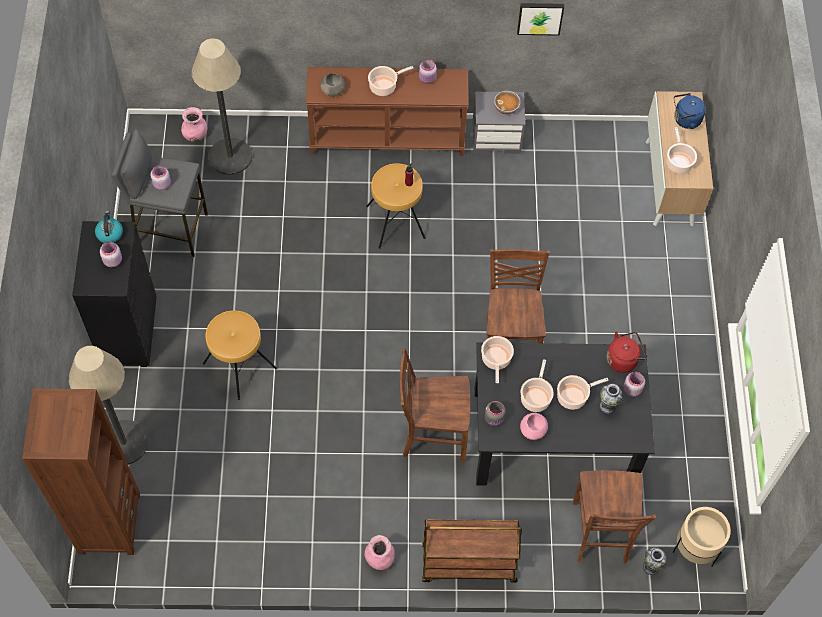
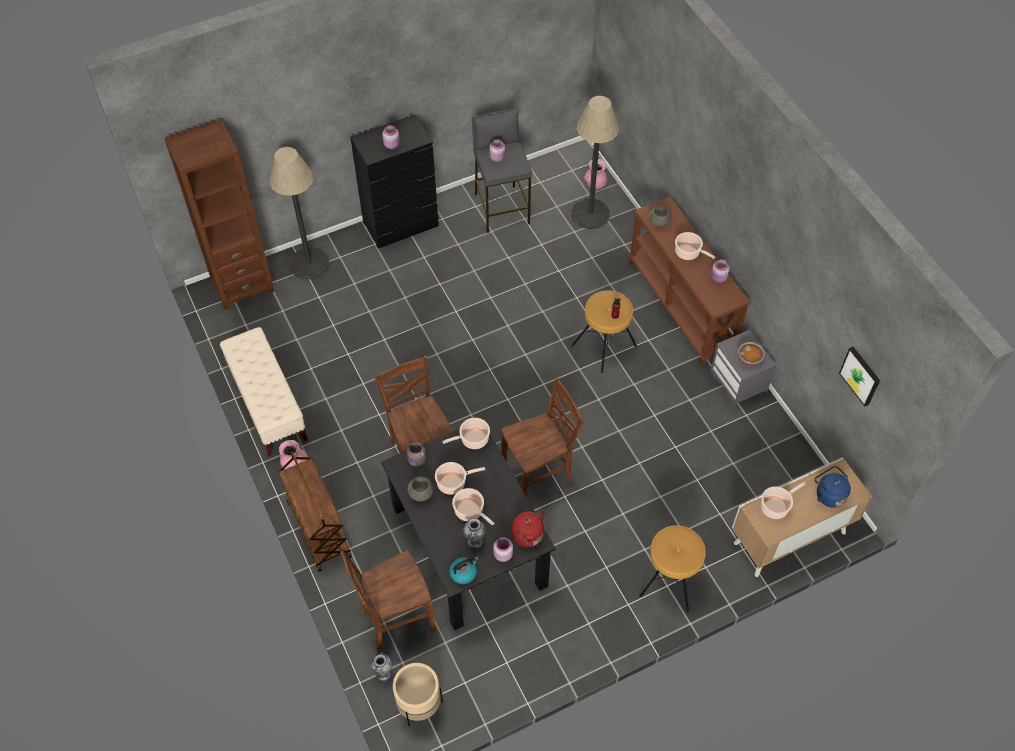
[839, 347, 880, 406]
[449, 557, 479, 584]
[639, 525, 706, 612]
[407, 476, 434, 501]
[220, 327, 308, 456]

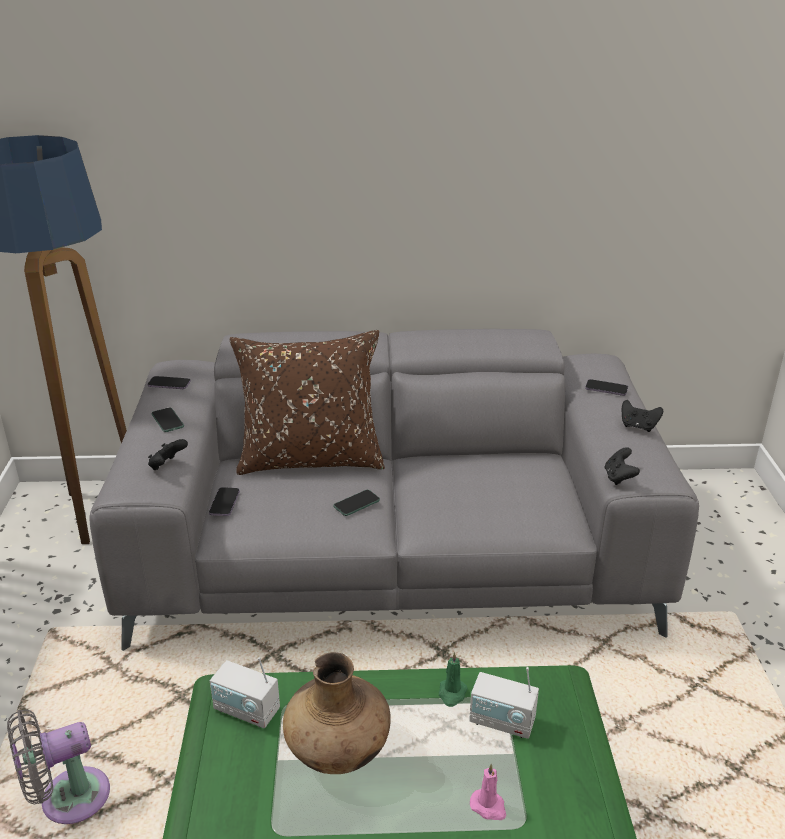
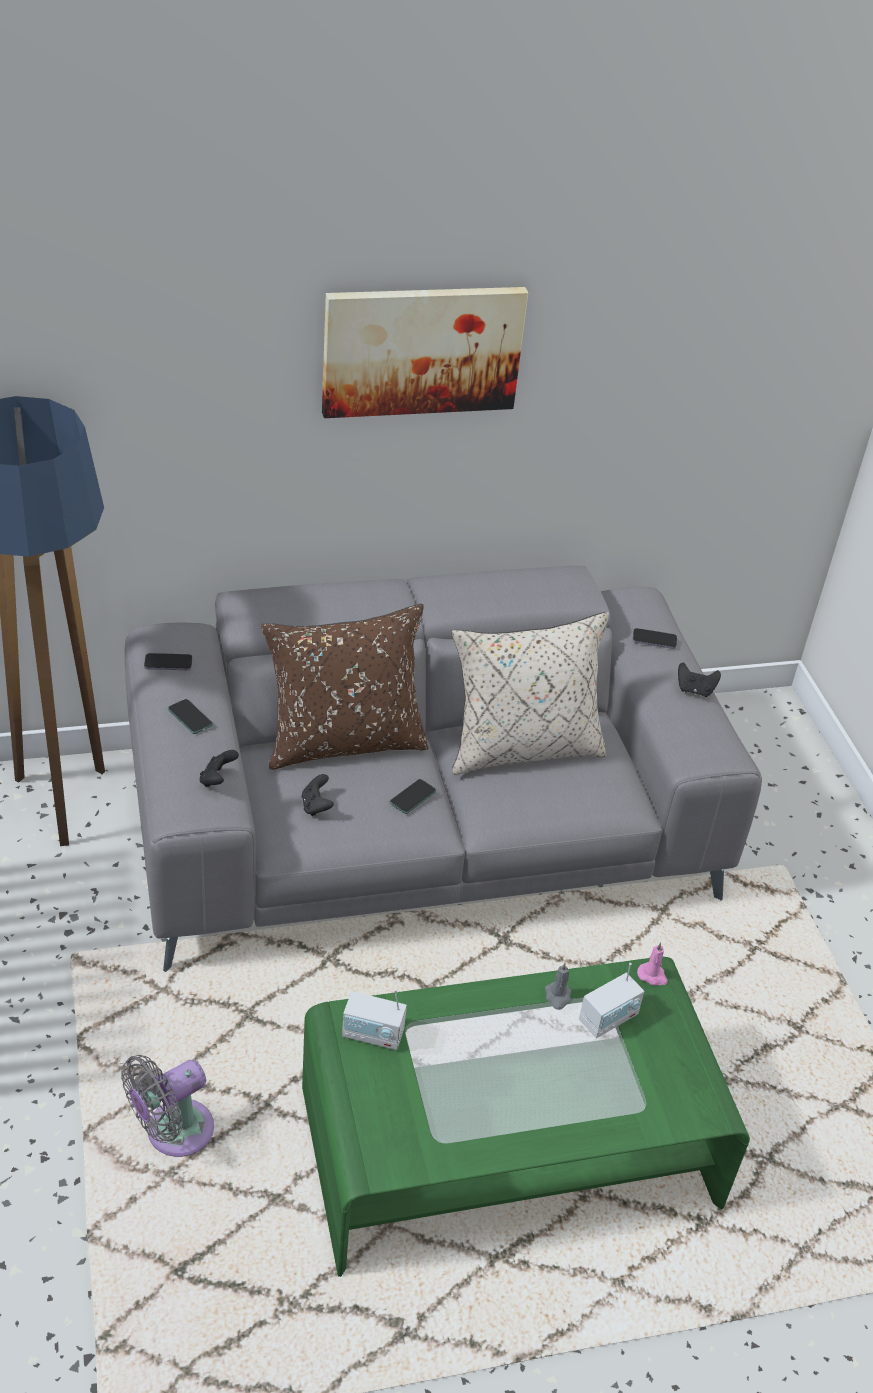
[302, 774, 334, 816]
[209, 487, 240, 516] (first image)
[283, 652, 391, 774] (first image)
[545, 963, 571, 1010]
[579, 963, 644, 1038]
[637, 942, 668, 985]
[322, 287, 528, 418]
[452, 612, 609, 775]

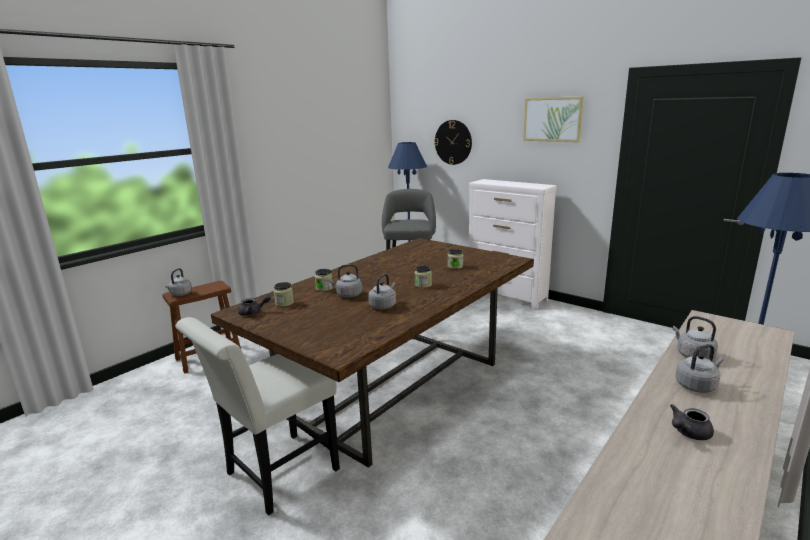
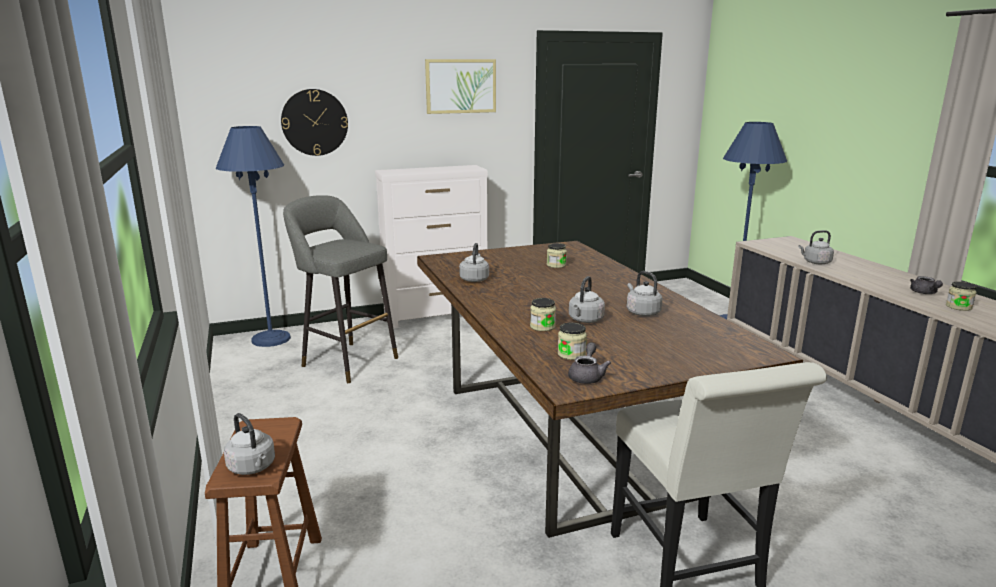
[946, 281, 976, 311]
[459, 243, 489, 282]

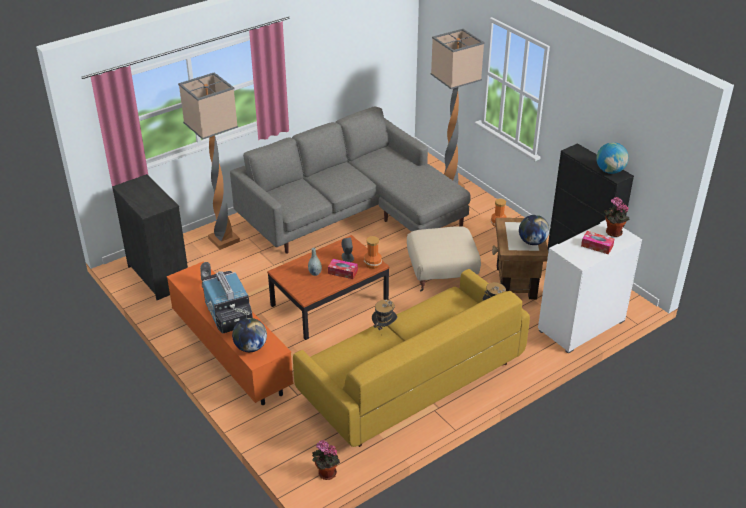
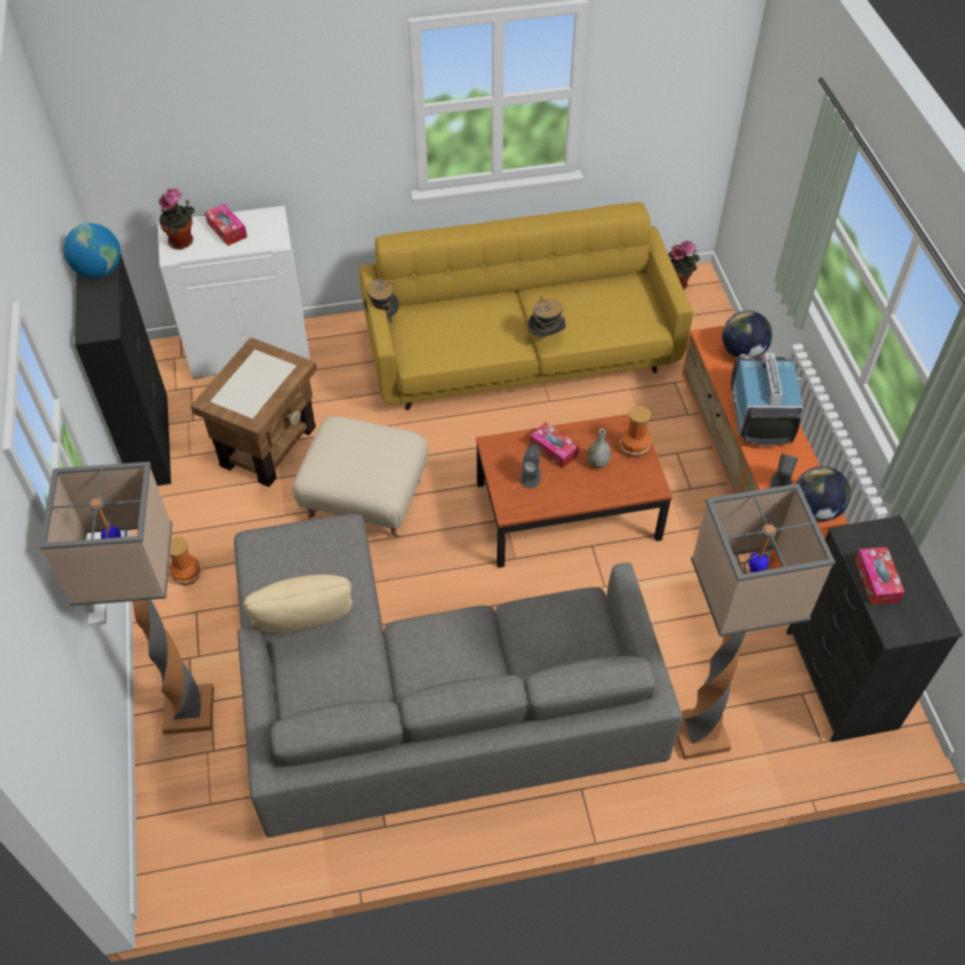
[796, 466, 851, 521]
[620, 406, 651, 457]
[855, 547, 905, 605]
[243, 574, 353, 633]

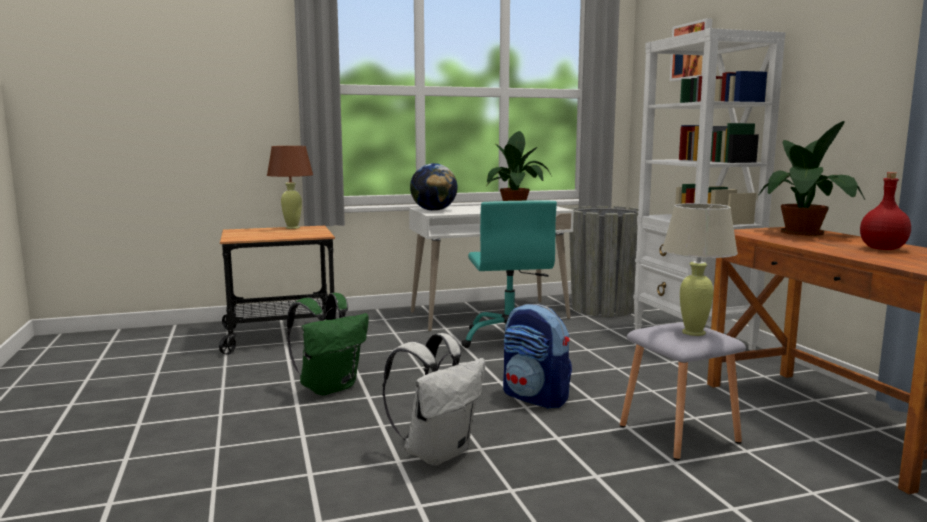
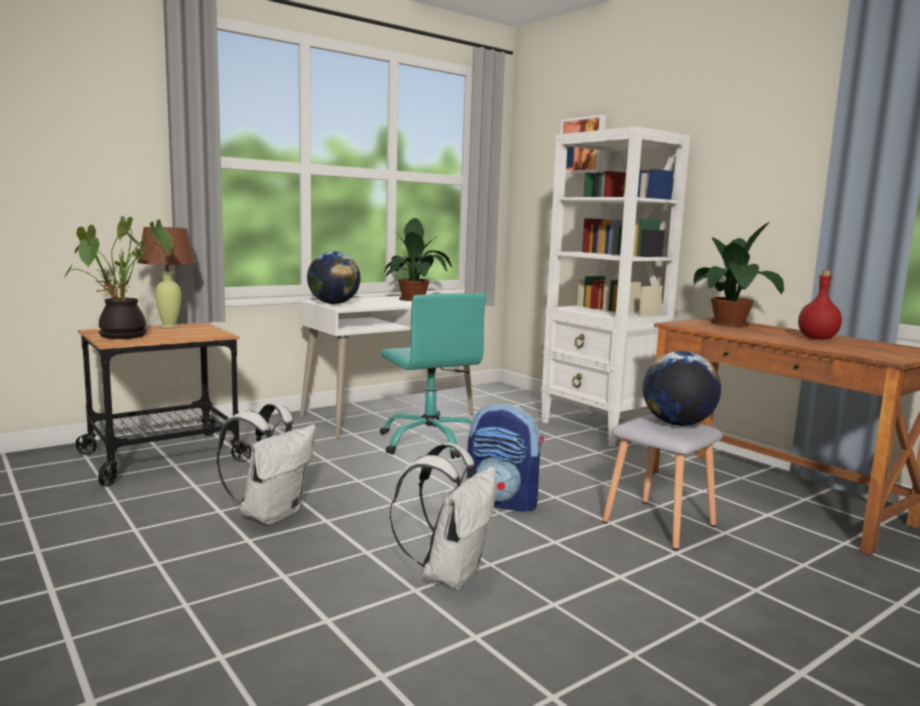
[643, 351, 721, 426]
[569, 206, 638, 317] (first image)
[217, 403, 316, 525]
[65, 216, 173, 339]

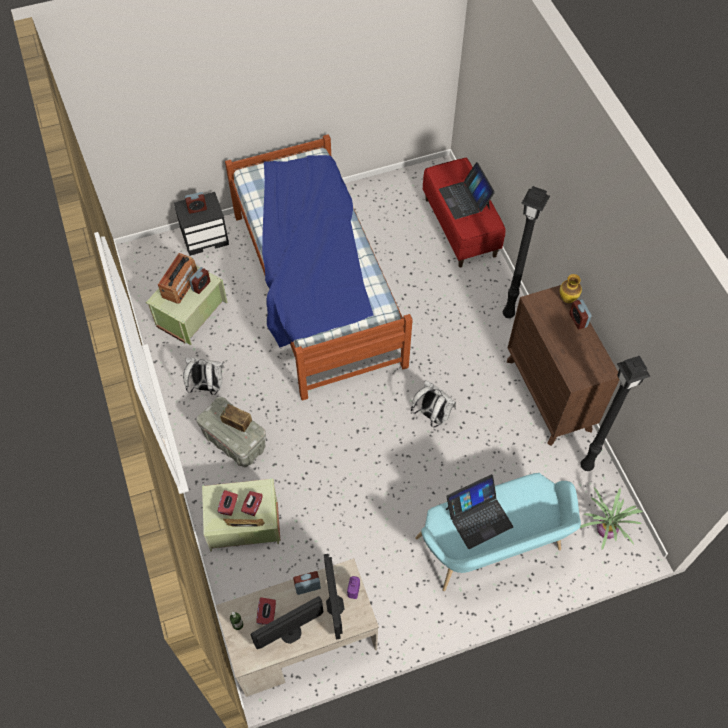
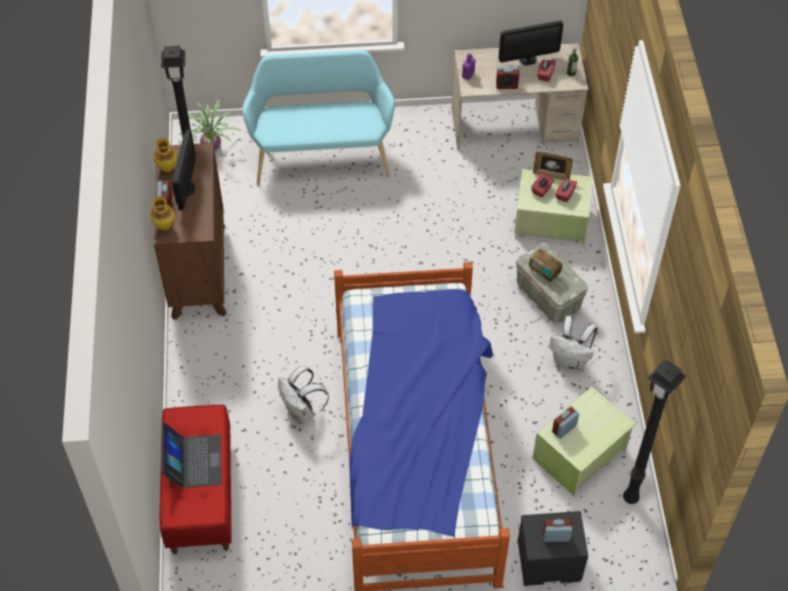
[623, 359, 686, 504]
[158, 253, 197, 304] (first image)
[278, 366, 329, 424]
[446, 474, 513, 549] (first image)
[172, 130, 196, 210]
[153, 138, 177, 172]

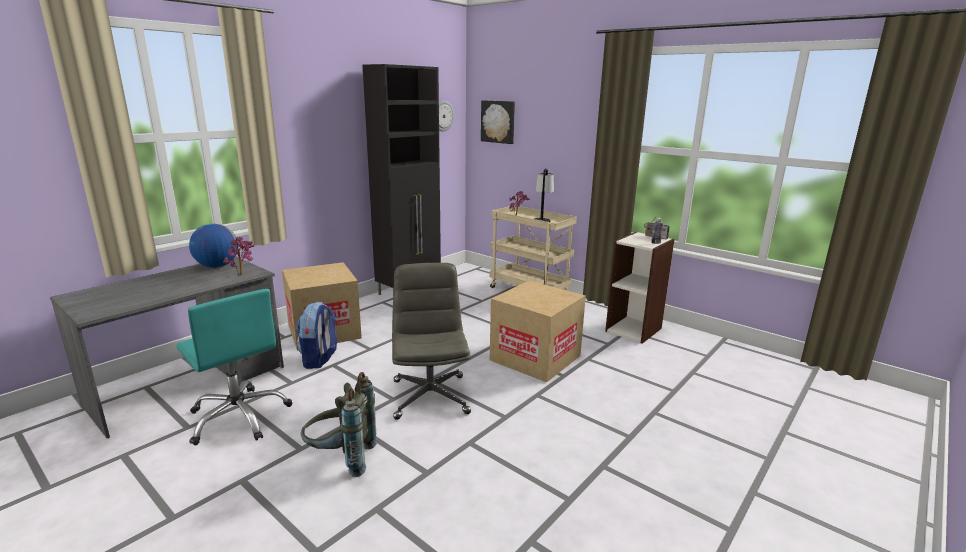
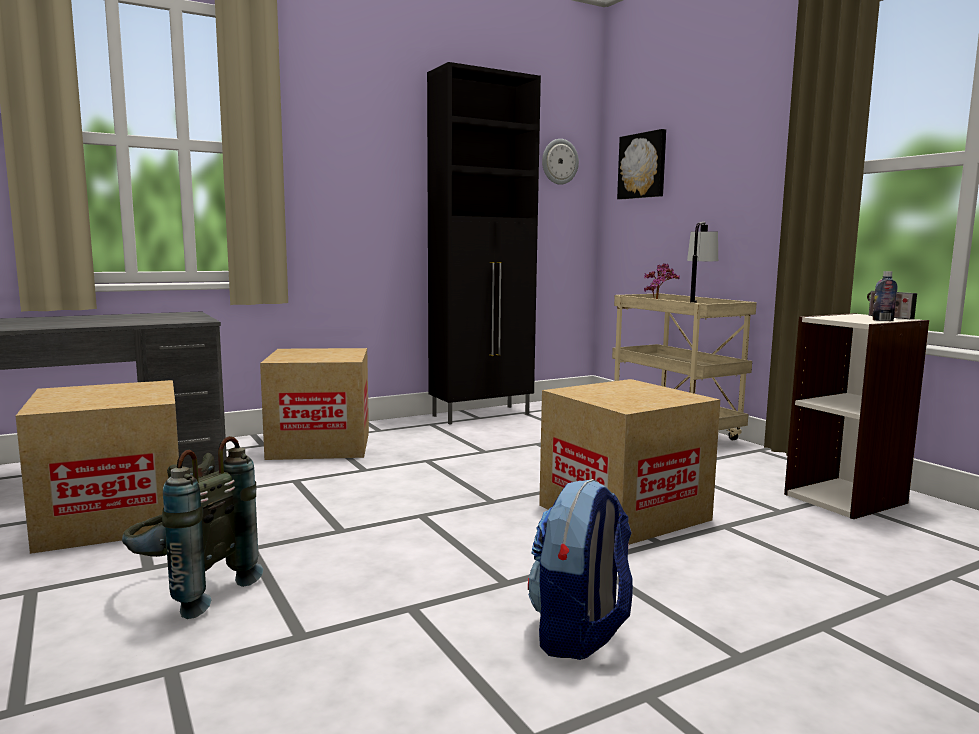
[189, 224, 238, 268] (first image)
[223, 237, 255, 275] (first image)
[392, 263, 471, 420] (first image)
[16, 380, 179, 554]
[528, 479, 633, 660]

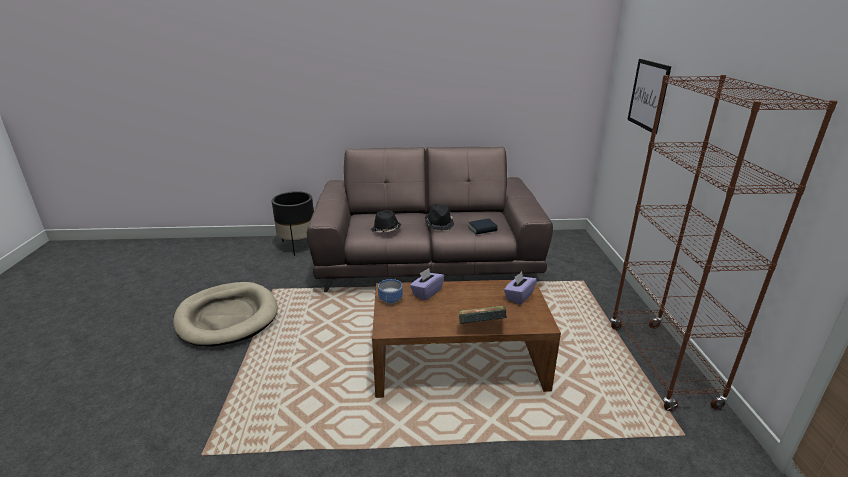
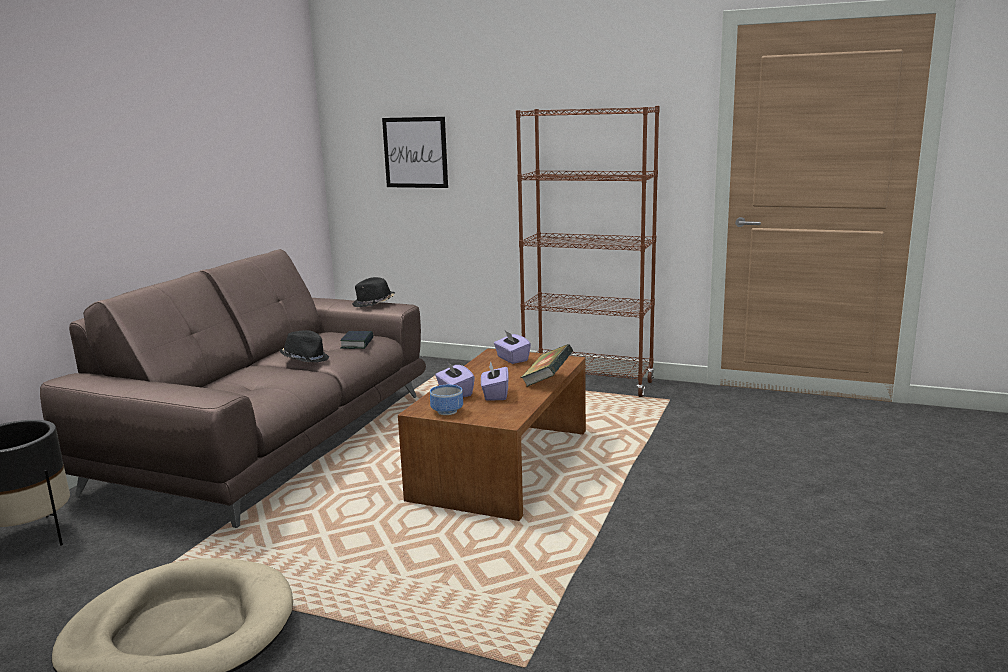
[352, 277, 395, 307]
[481, 361, 509, 401]

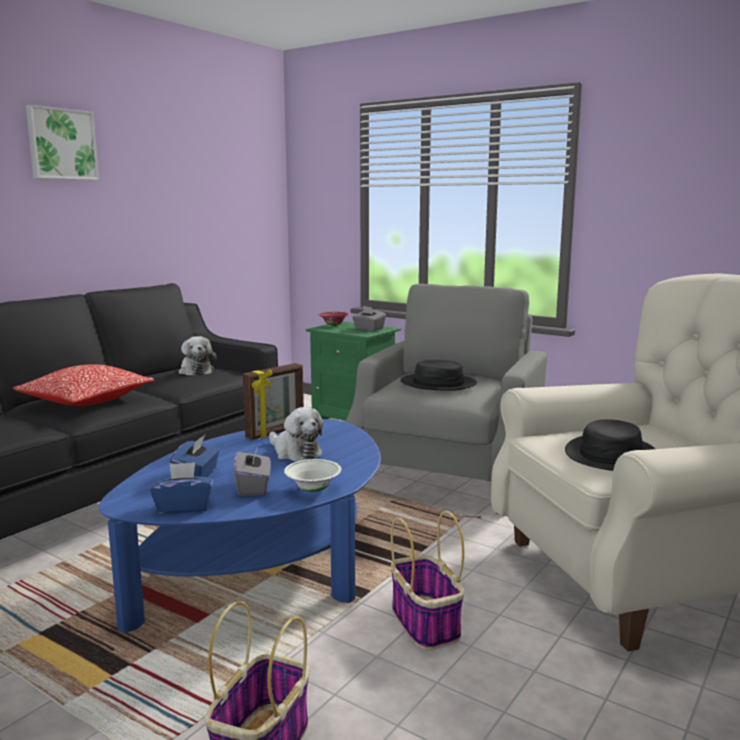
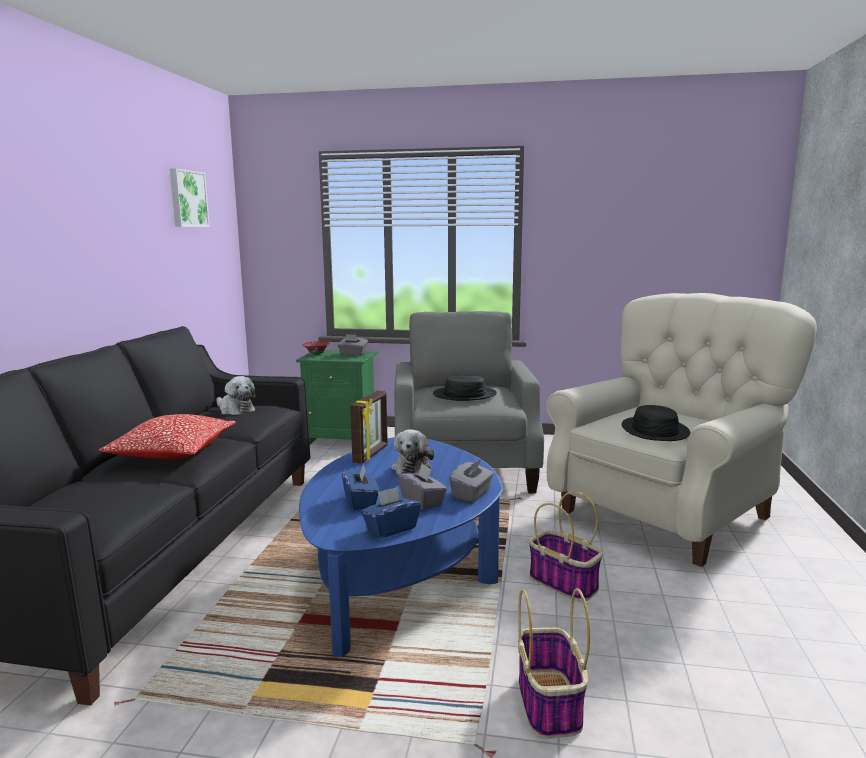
[170, 168, 210, 227]
[392, 429, 434, 475]
[449, 458, 494, 502]

